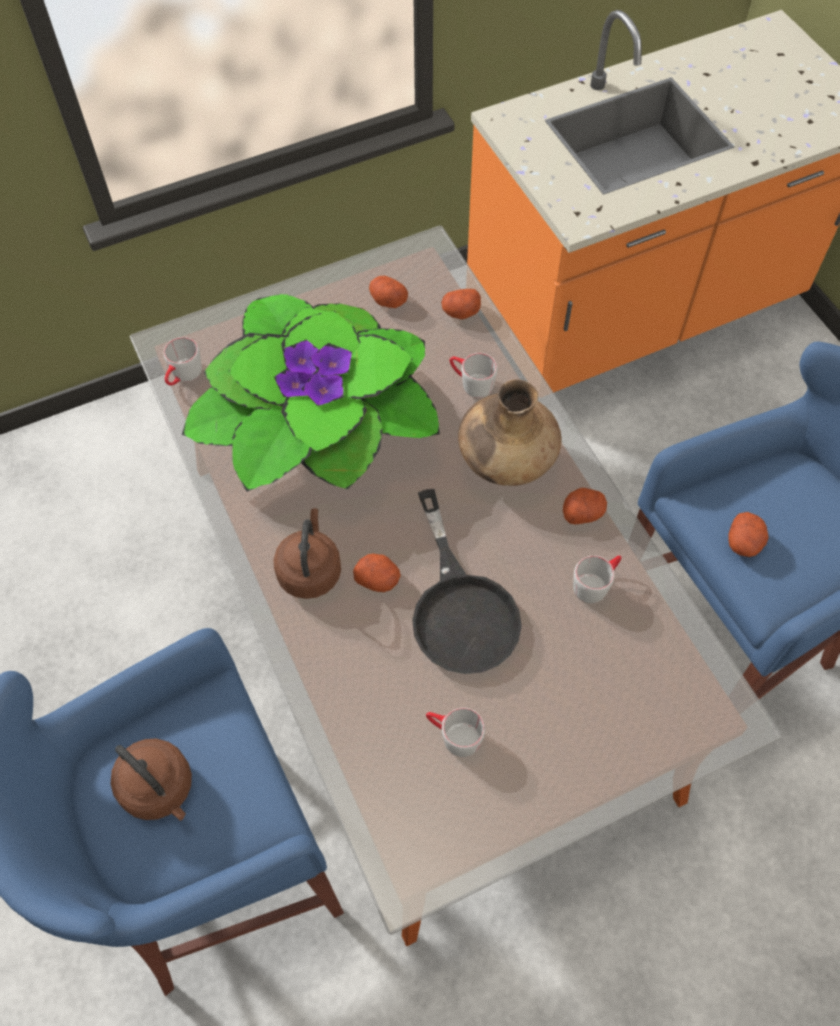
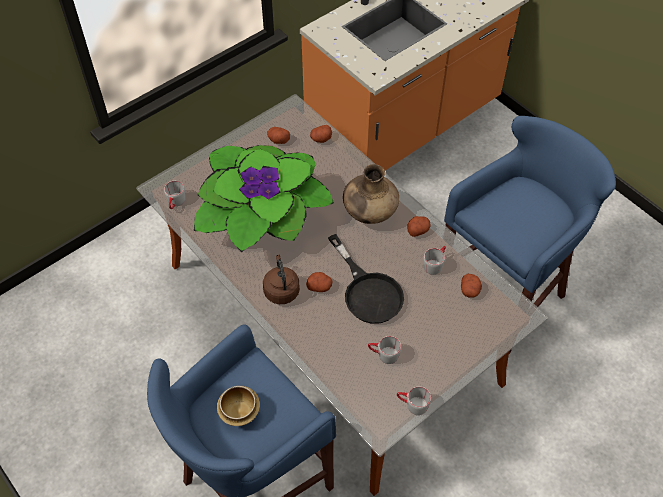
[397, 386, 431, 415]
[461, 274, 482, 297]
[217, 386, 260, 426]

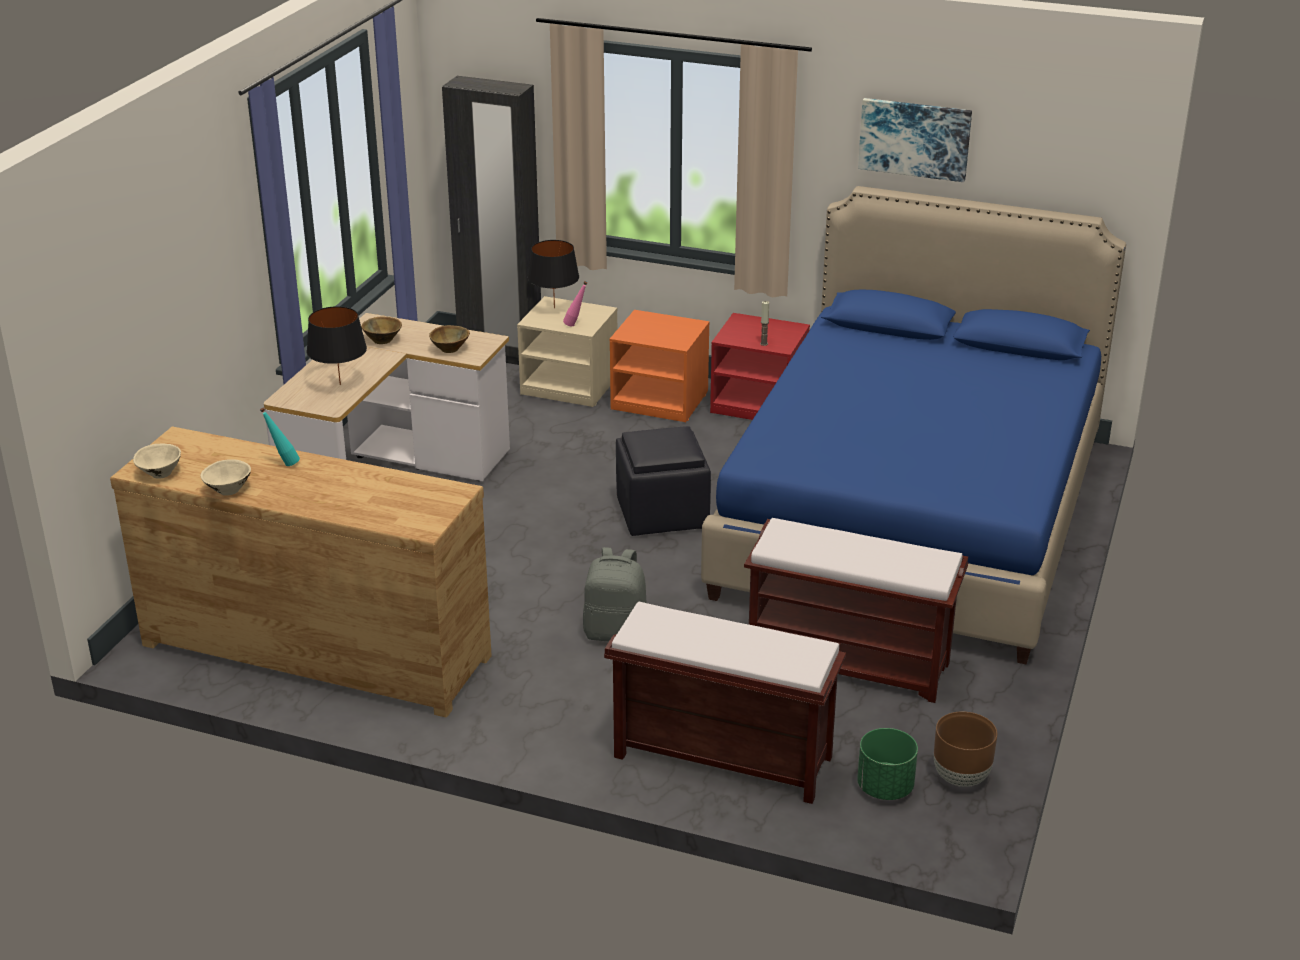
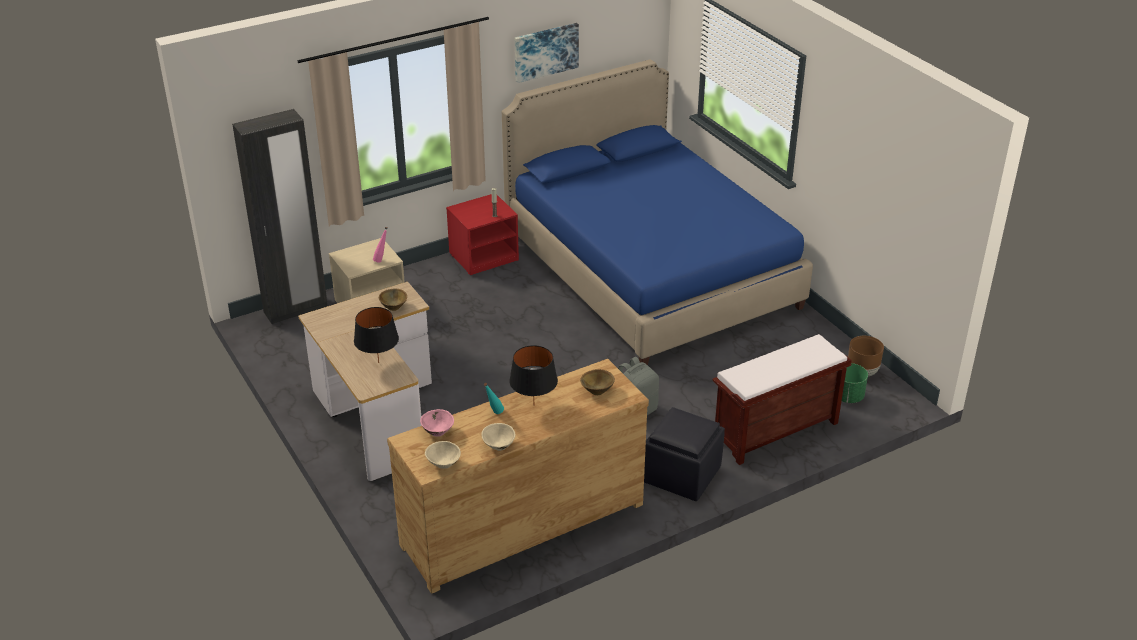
[509, 345, 558, 399]
[610, 310, 710, 422] (first image)
[580, 369, 615, 395]
[644, 407, 725, 501]
[744, 518, 968, 703] (first image)
[420, 409, 454, 437]

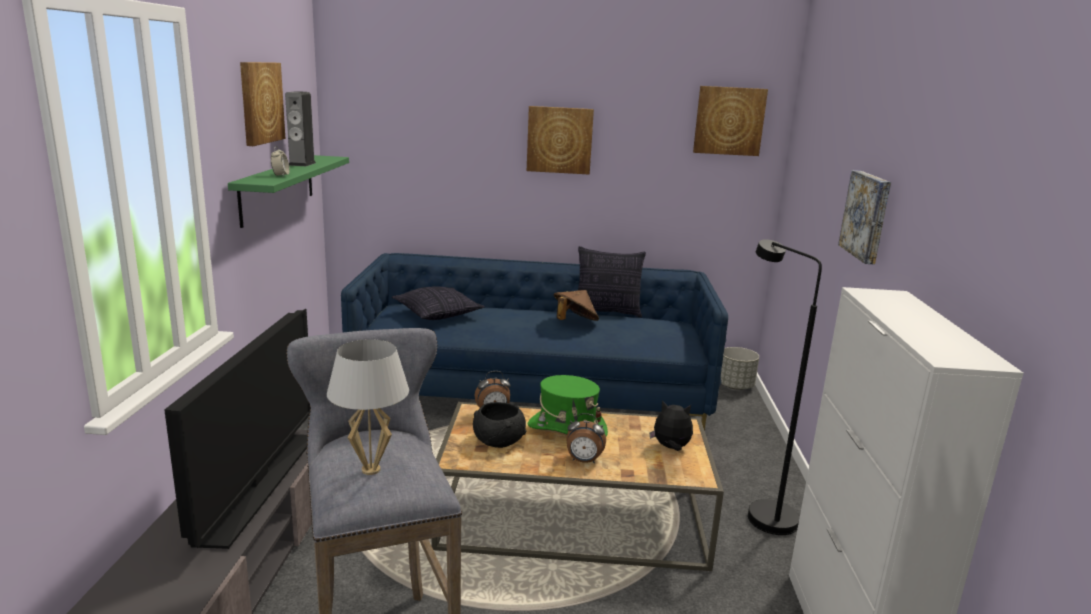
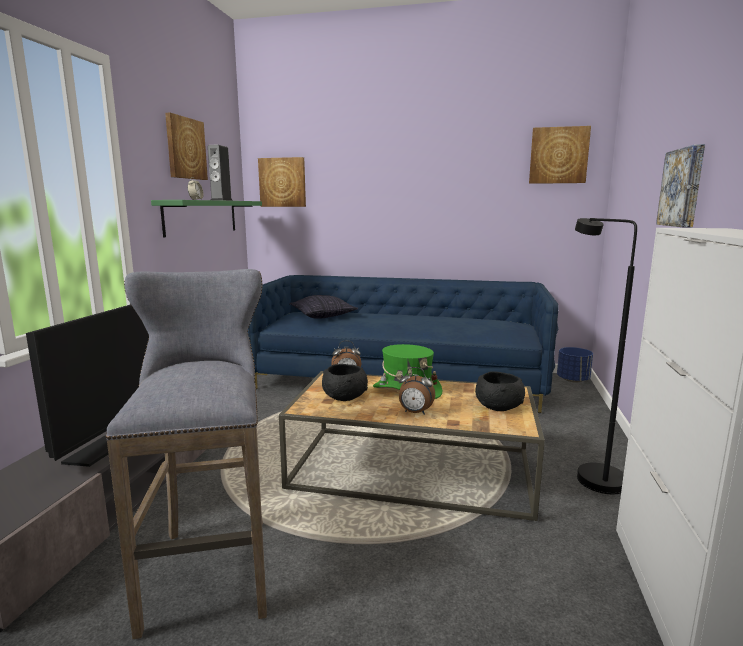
[258, 157, 306, 207]
[573, 246, 646, 318] (first image)
[554, 290, 599, 321] (first image)
[327, 339, 409, 475] (first image)
[557, 347, 593, 383]
[475, 371, 525, 411]

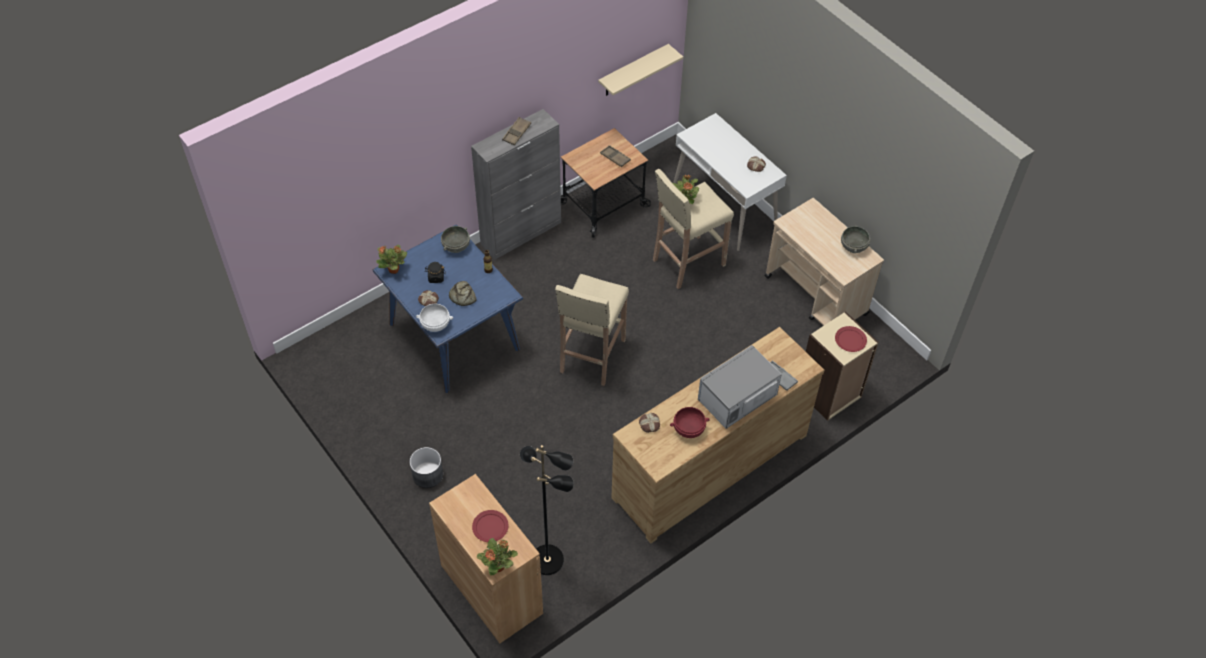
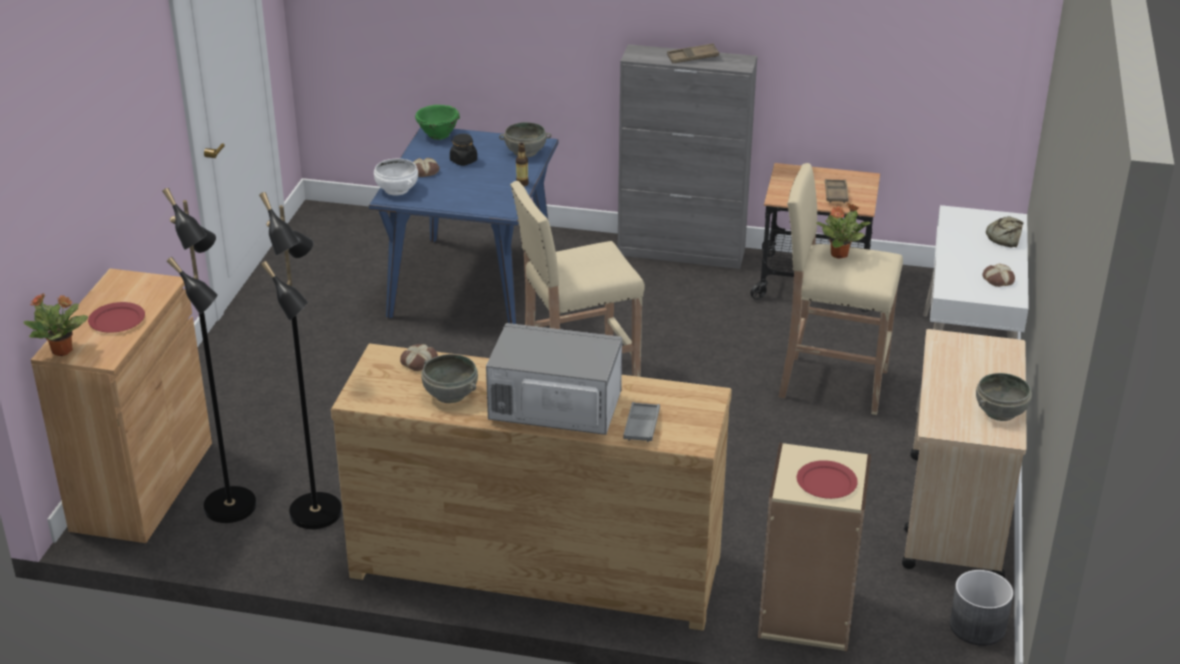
[598, 44, 683, 96] (first image)
[415, 105, 460, 140]
[986, 216, 1023, 248]
[421, 354, 478, 403]
[950, 570, 1013, 646]
[259, 192, 342, 529]

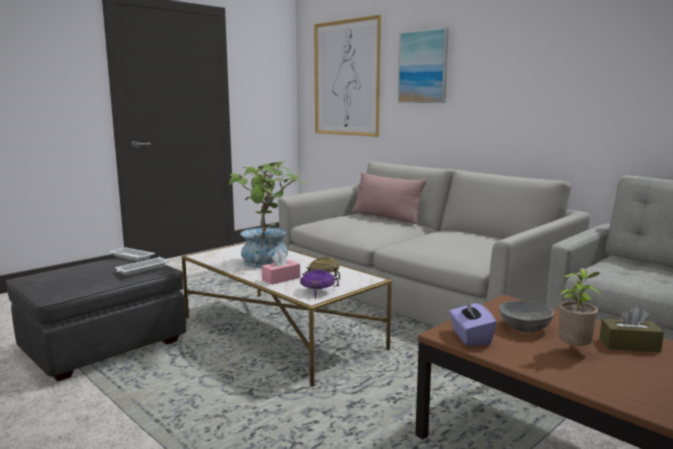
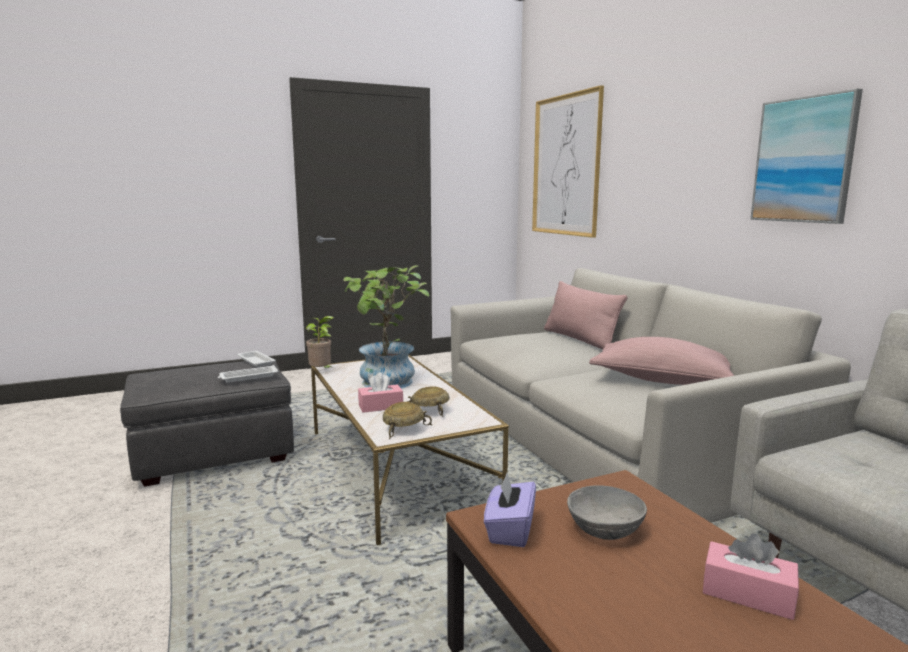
[750, 89, 863, 224]
[306, 316, 334, 369]
[383, 402, 432, 439]
[703, 533, 799, 620]
[589, 337, 734, 385]

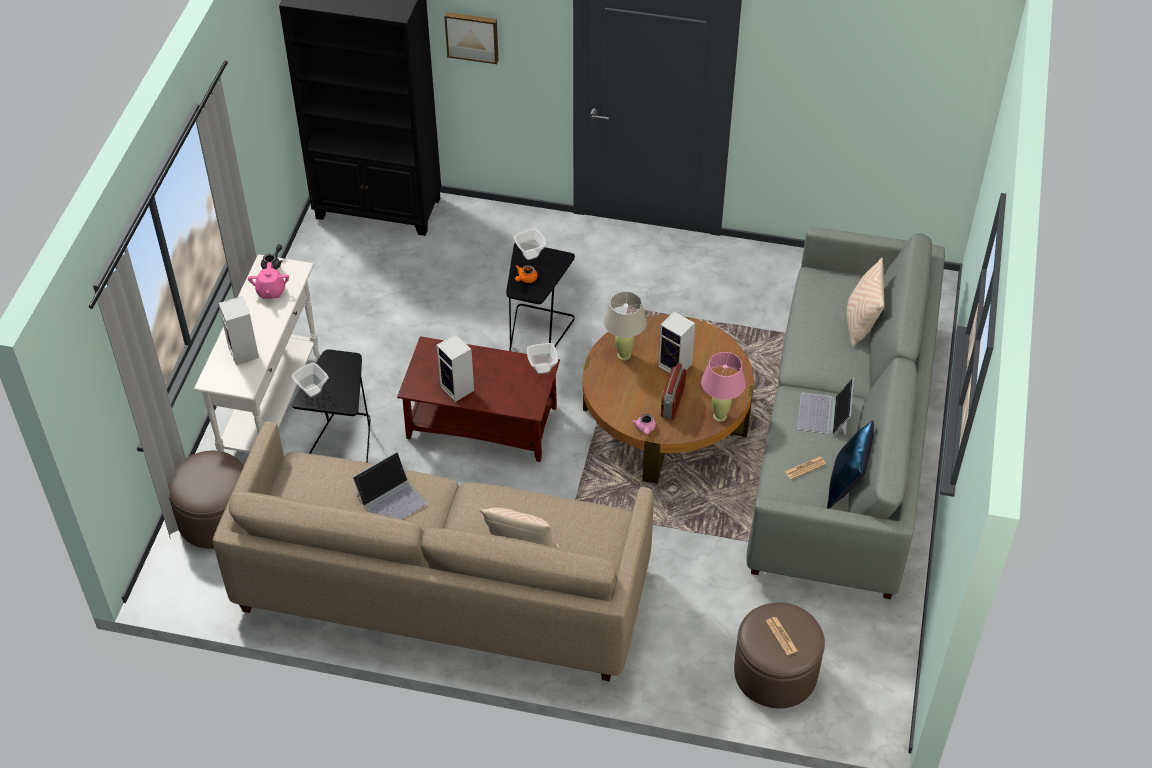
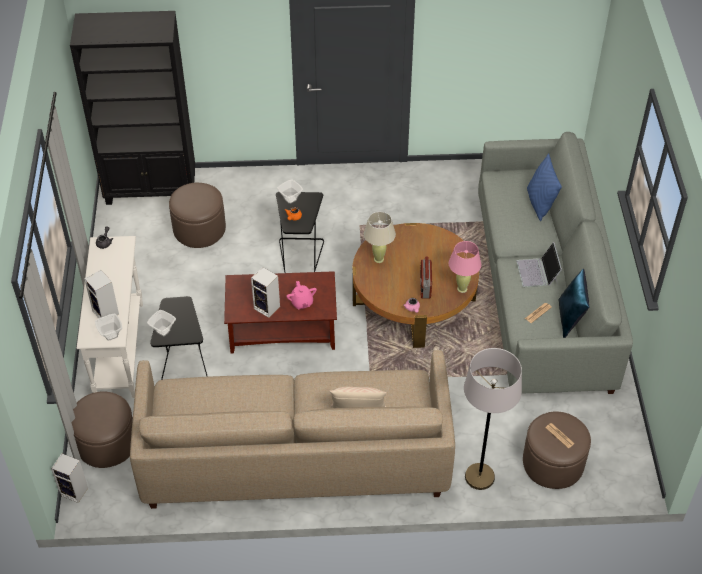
[444, 12, 498, 64] (first image)
[527, 153, 562, 221]
[287, 281, 317, 309]
[51, 453, 88, 503]
[95, 313, 122, 341]
[353, 451, 427, 519] (first image)
[169, 183, 226, 248]
[464, 348, 522, 490]

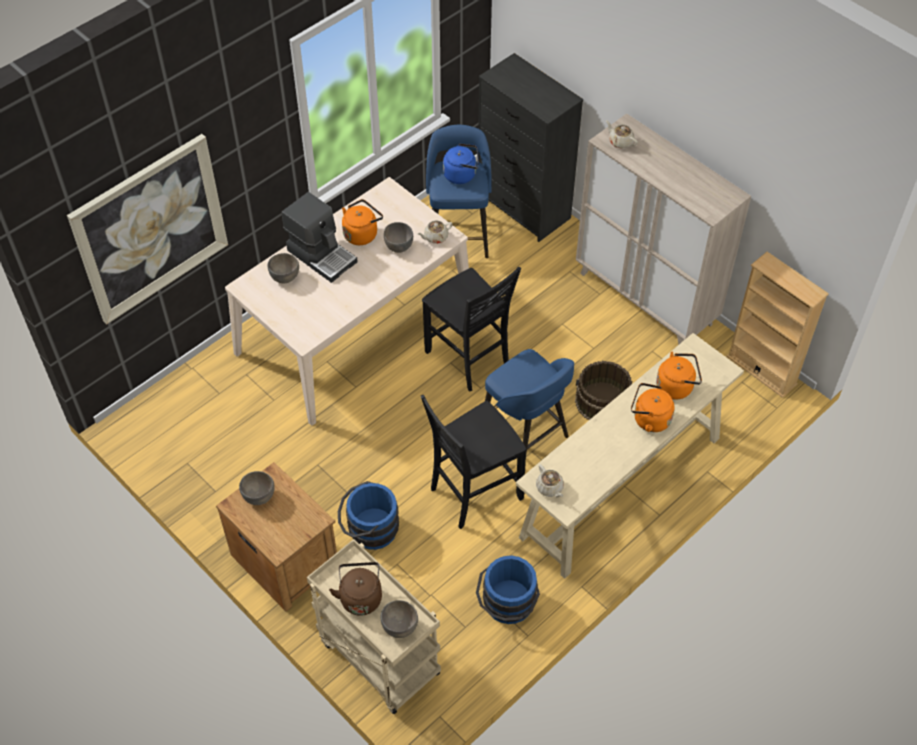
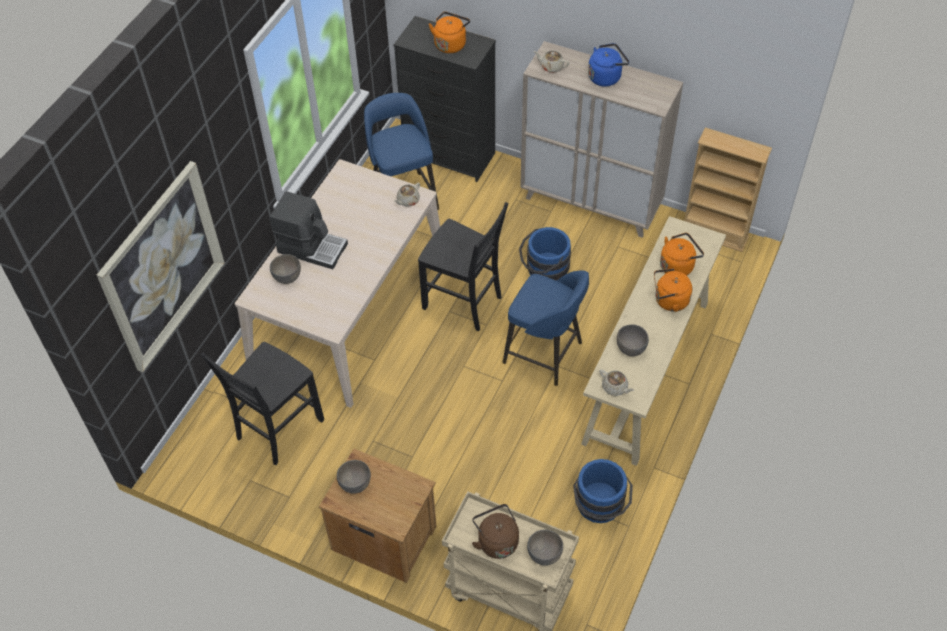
[588, 43, 629, 87]
[429, 12, 470, 53]
[617, 324, 649, 356]
[575, 361, 632, 420] (first image)
[201, 342, 324, 465]
[519, 227, 571, 281]

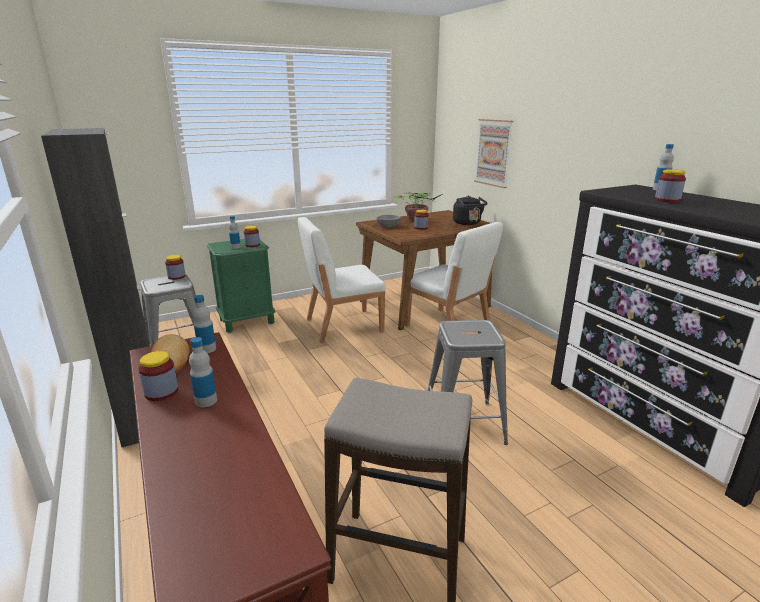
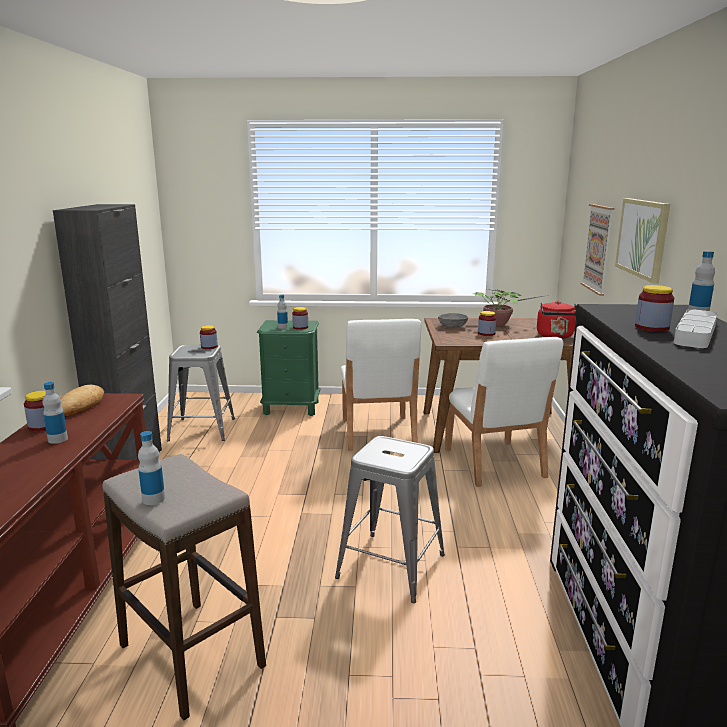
[537, 301, 576, 339]
[341, 319, 421, 451]
[138, 431, 165, 505]
[615, 198, 670, 283]
[674, 309, 718, 348]

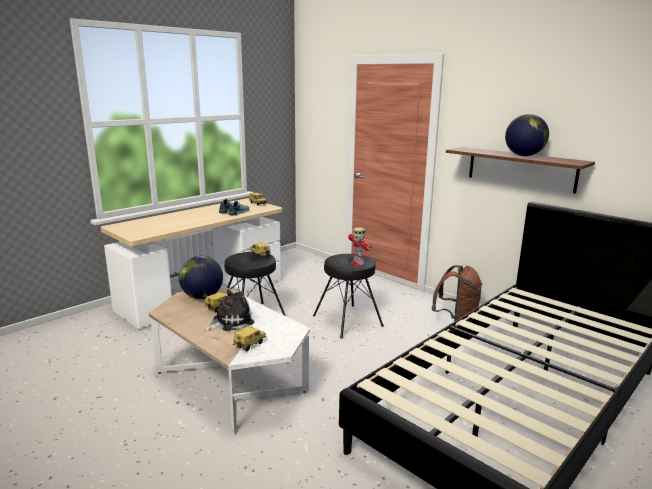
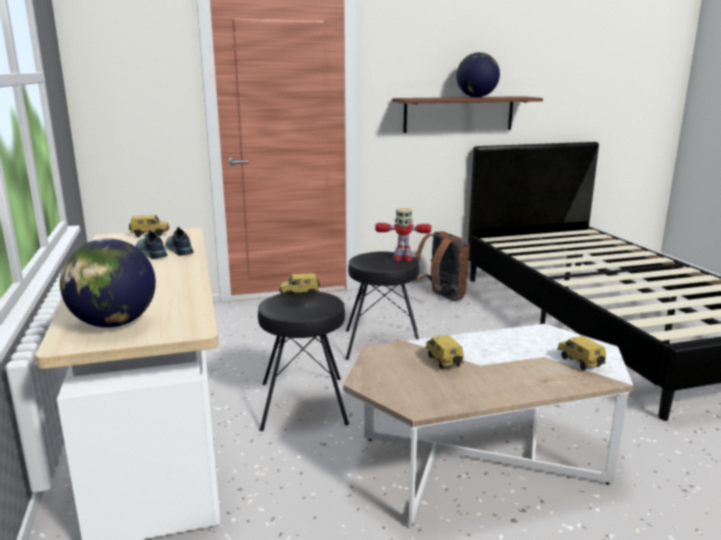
[60, 238, 156, 328]
[204, 289, 254, 331] (first image)

